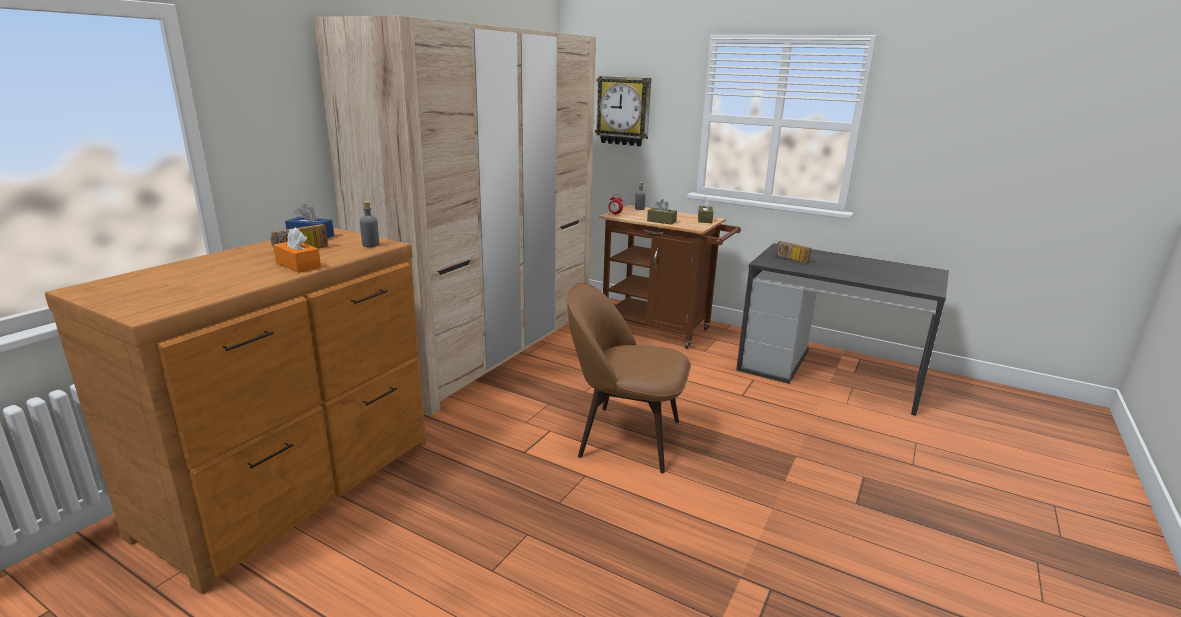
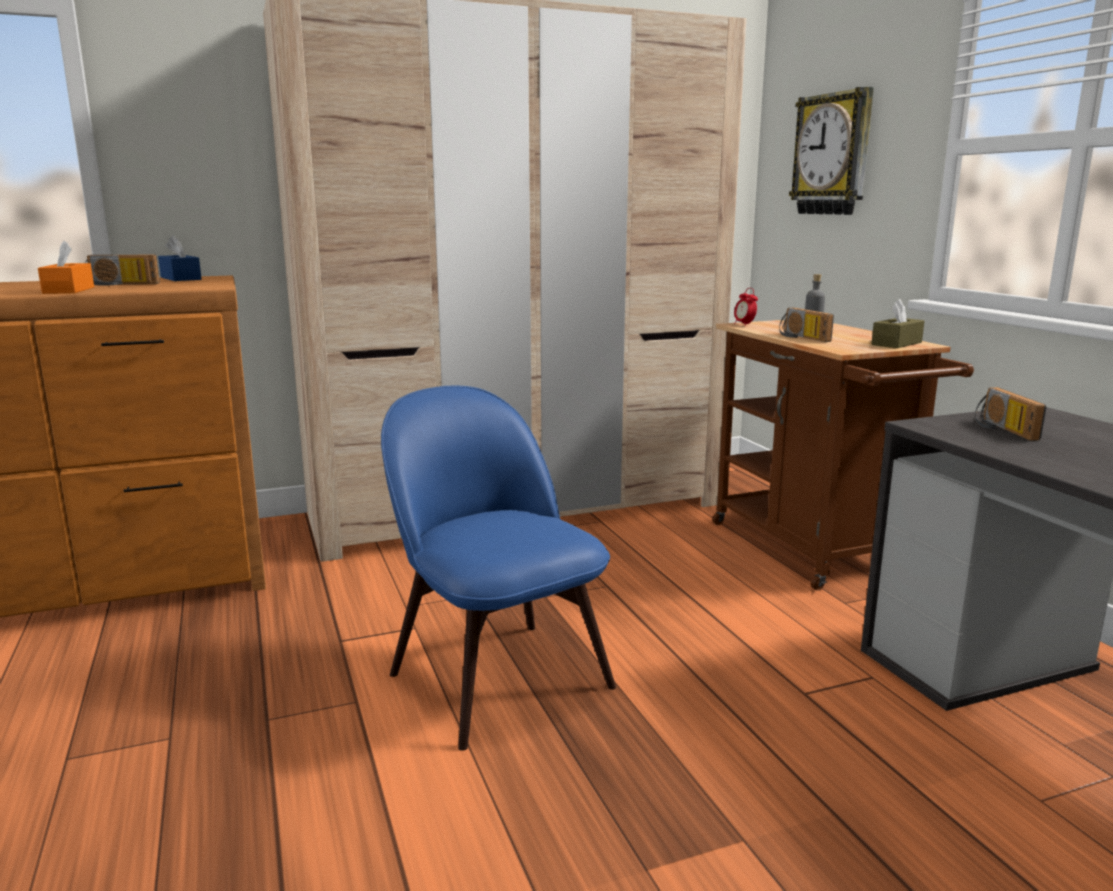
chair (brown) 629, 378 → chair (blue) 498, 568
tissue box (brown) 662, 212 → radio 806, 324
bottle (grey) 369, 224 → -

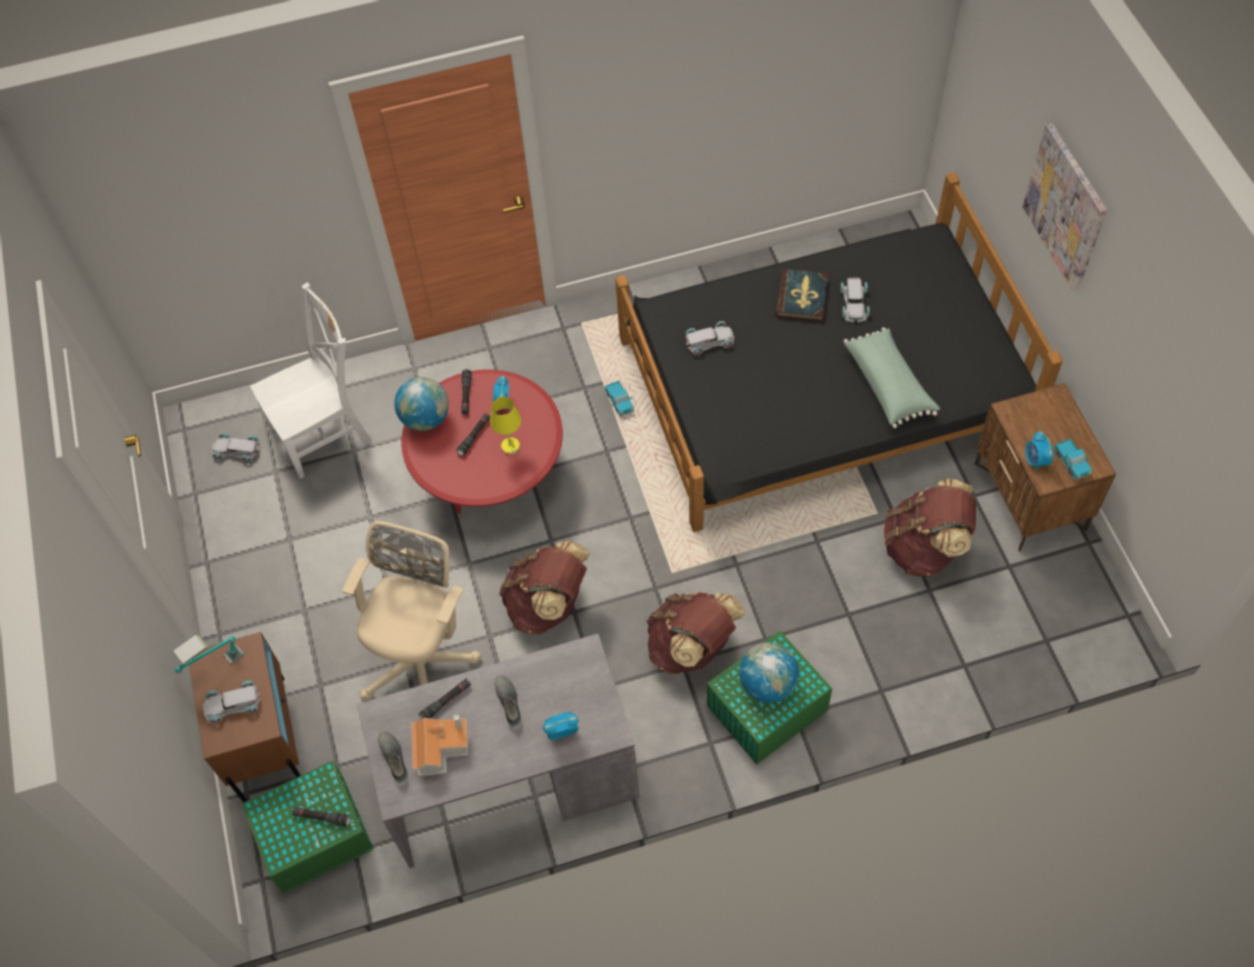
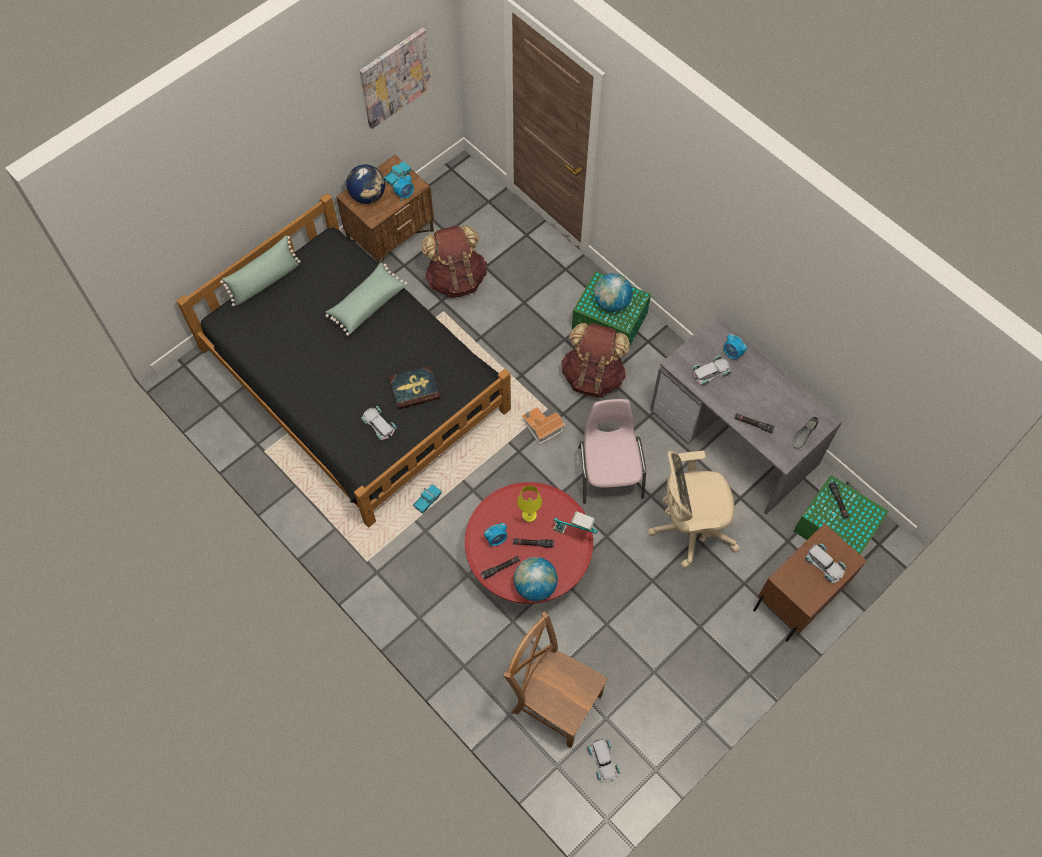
- → pillow (green) 260, 271
- → globe 365, 184
picture 1065, 207 → picture 395, 78, relocated
book 802, 295 → book 414, 388, relocated
chair (white) 311, 381 → chair (brown) 555, 679
toy house 439, 745 → toy house 543, 425, relocated
table lamp 208, 654 → table lamp 575, 522, relocated
backpack (brown) 544, 587 → chair (pink) 612, 451
toy car (white) 855, 300 → toy car (white) 711, 370, relocated
shoe (grey) 508, 701 → -

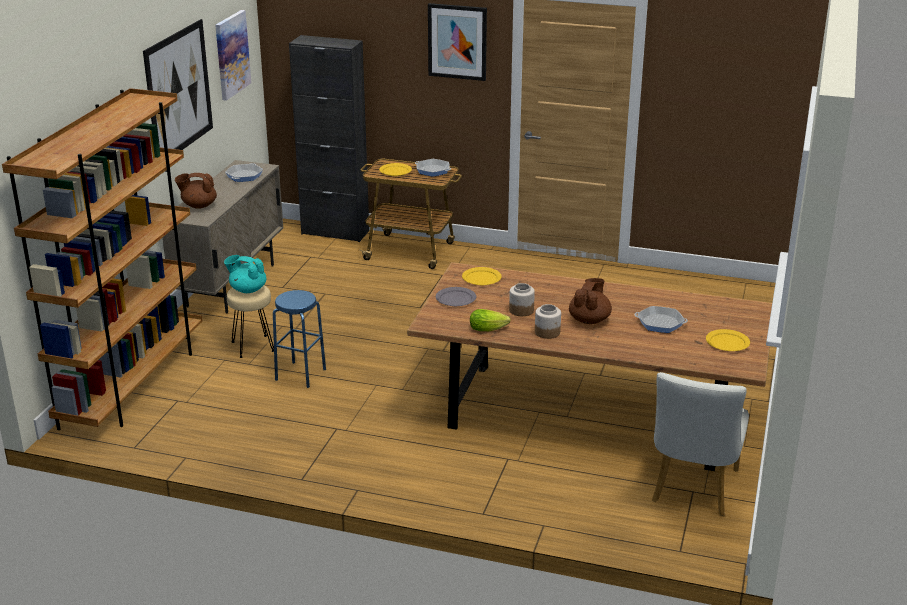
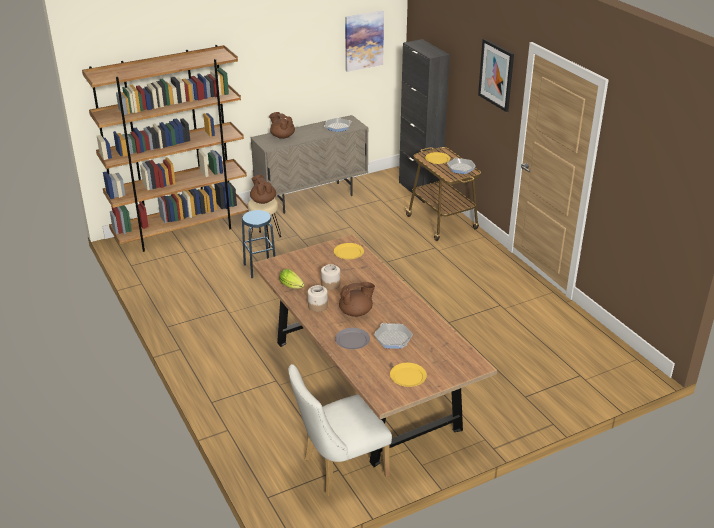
teapot (turquoise) 245, 274 → teapot (brown) 263, 189
plate (grey) 456, 296 → plate (grey) 352, 338, relocated
picture 178, 84 → -

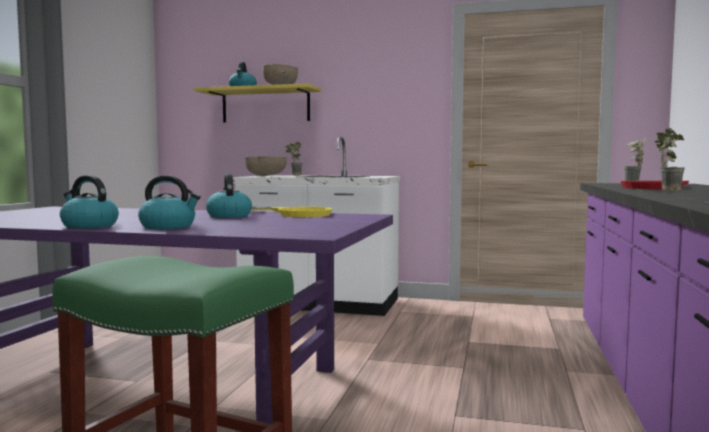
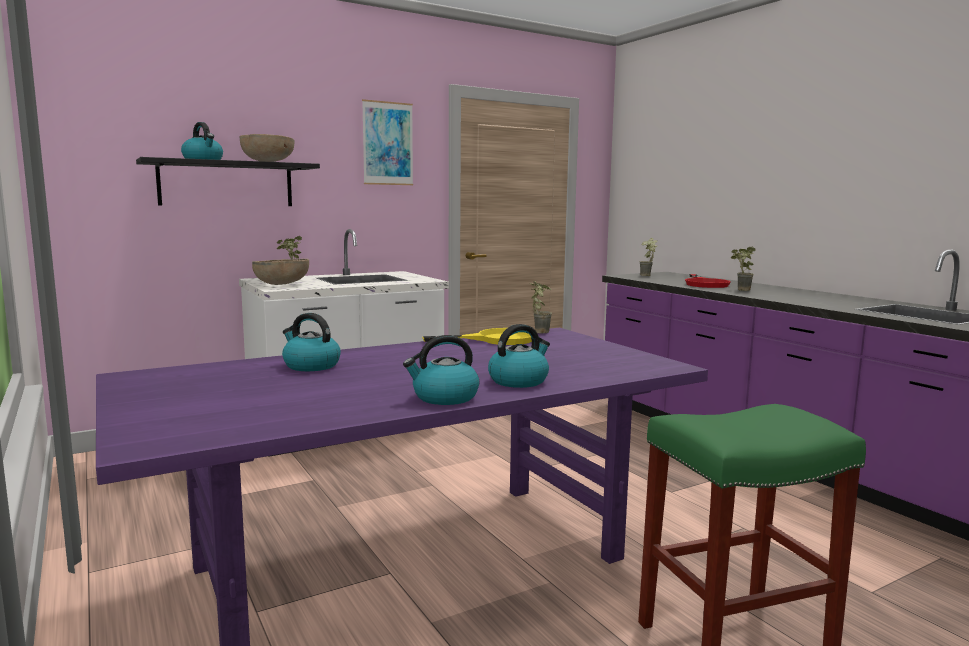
shelf (yellow) 257, 103 → shelf (black) 228, 181
kettle 229, 195 → kettle 311, 342, relocated
- → picture 387, 142
- → potted plant 541, 307

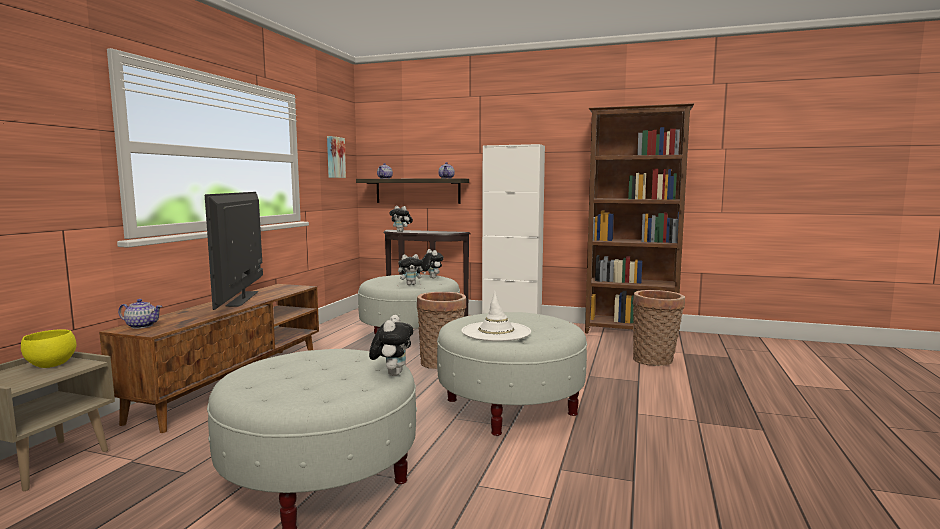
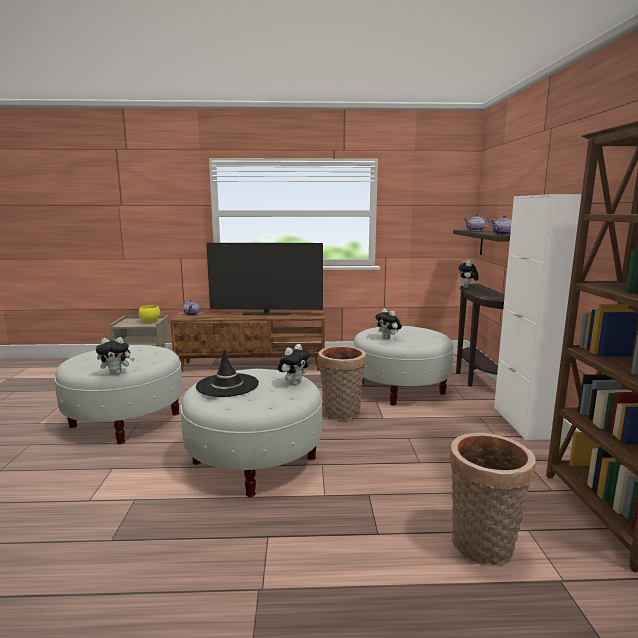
hat (white) 496, 316 → hat (black) 227, 373
television 234, 251 → television 264, 279, 150 degrees counterclockwise
plush toy 432, 263 → plush toy 294, 364, relocated
picture 336, 157 → -

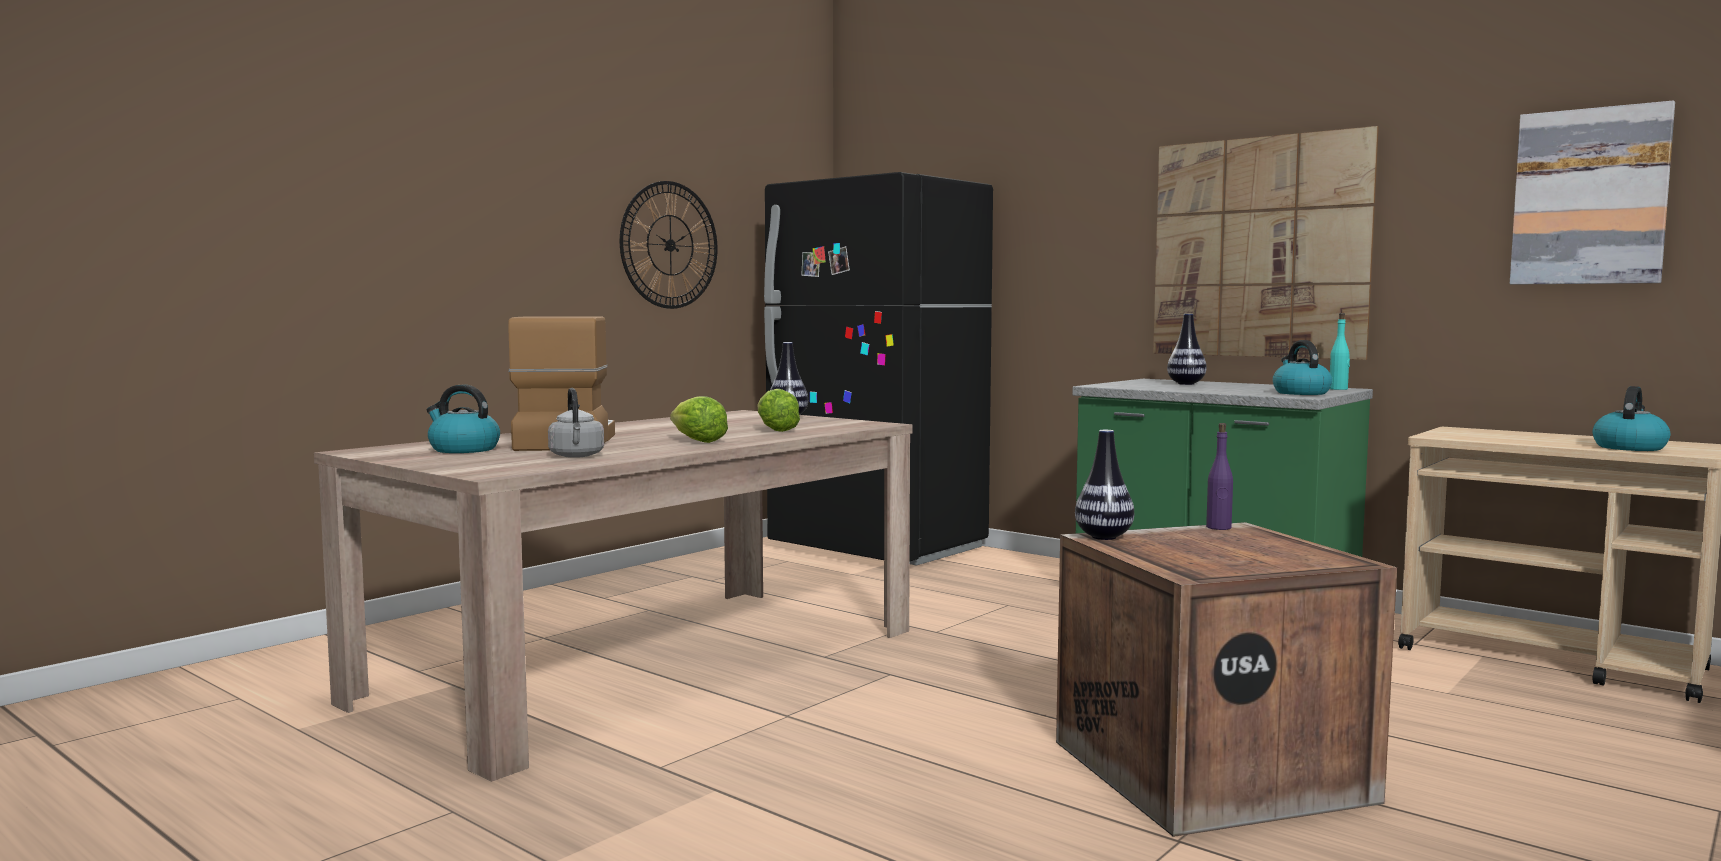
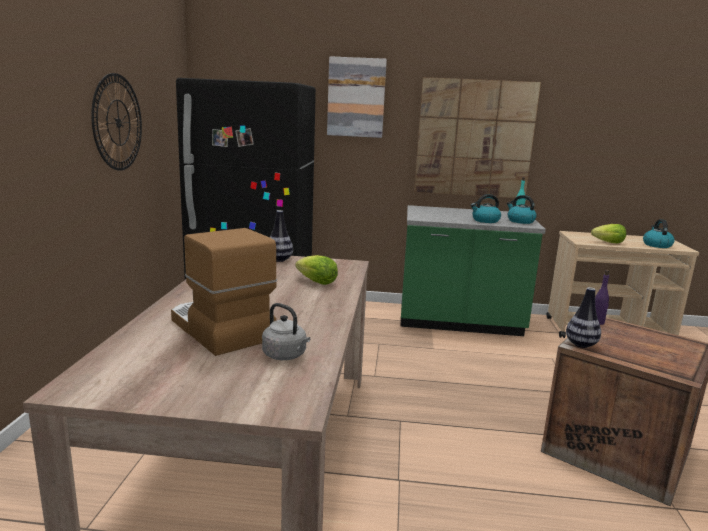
picture 1592, 193 → picture 357, 97, relocated
kettle 463, 418 → kettle 486, 208, relocated
lettuce 699, 419 → lettuce 608, 234, relocated
vase 1187, 349 → -

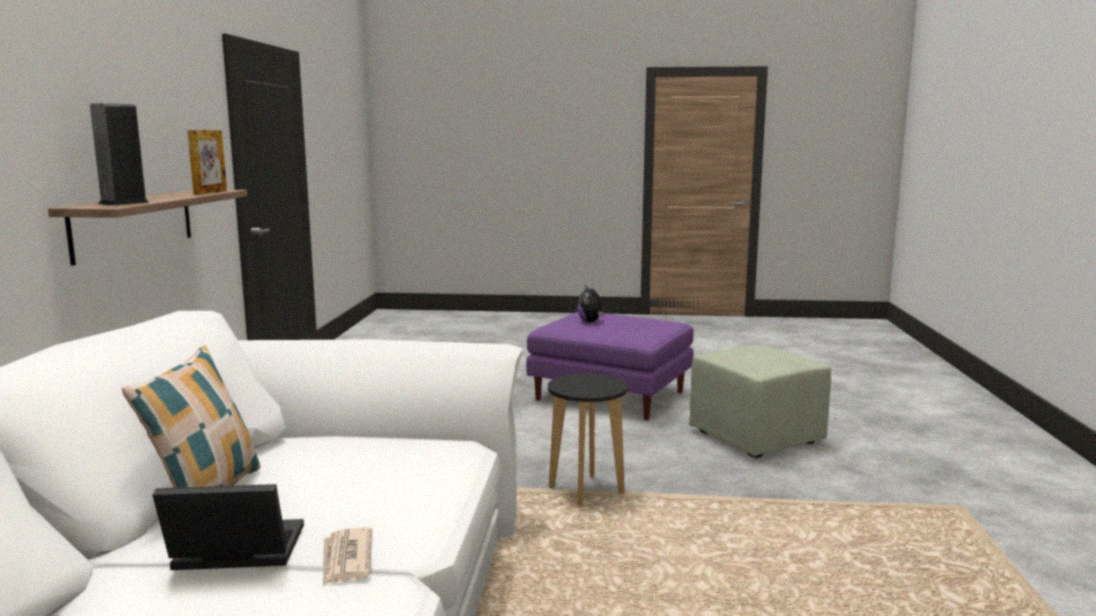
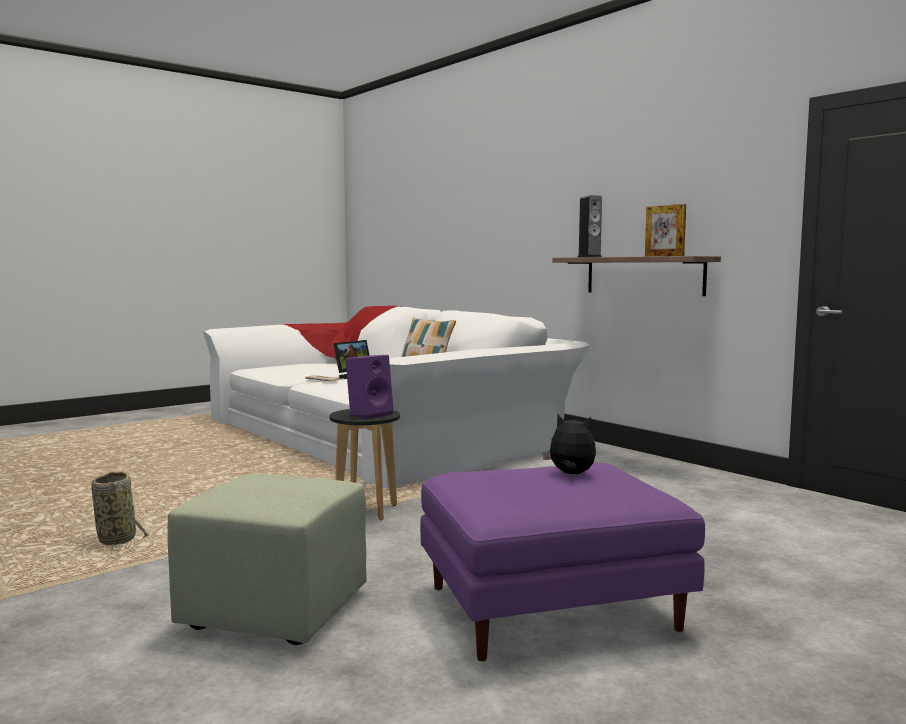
- → basket 120, 511
- → speaker (purple) 369, 387

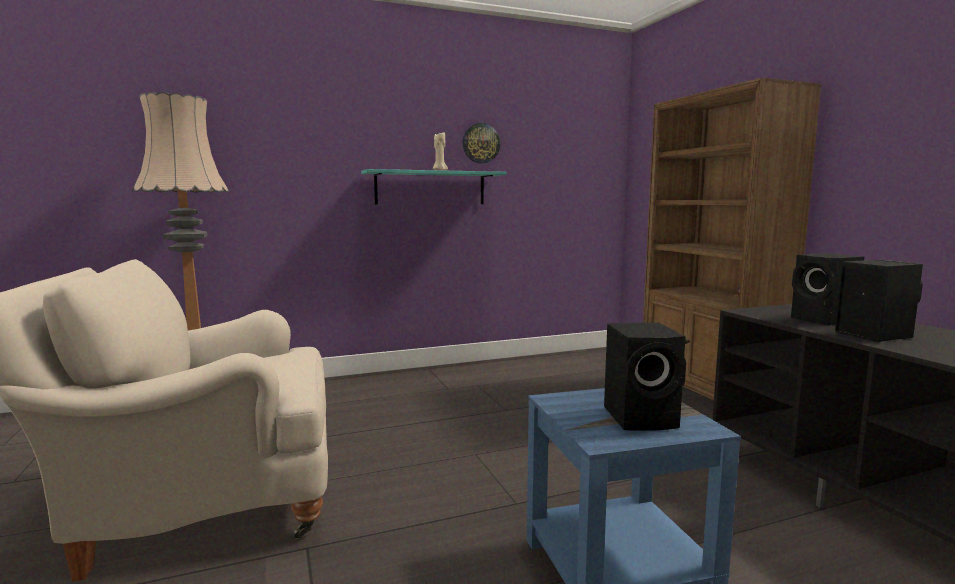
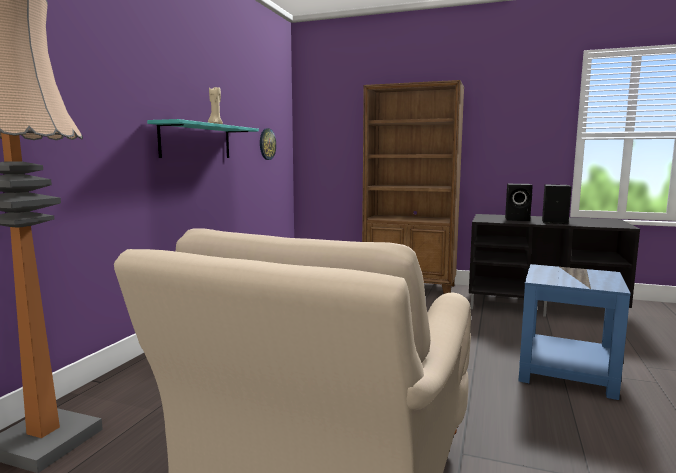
wall clock 481, 143 → wall clock 268, 144, relocated
speaker (black) 645, 376 → -

